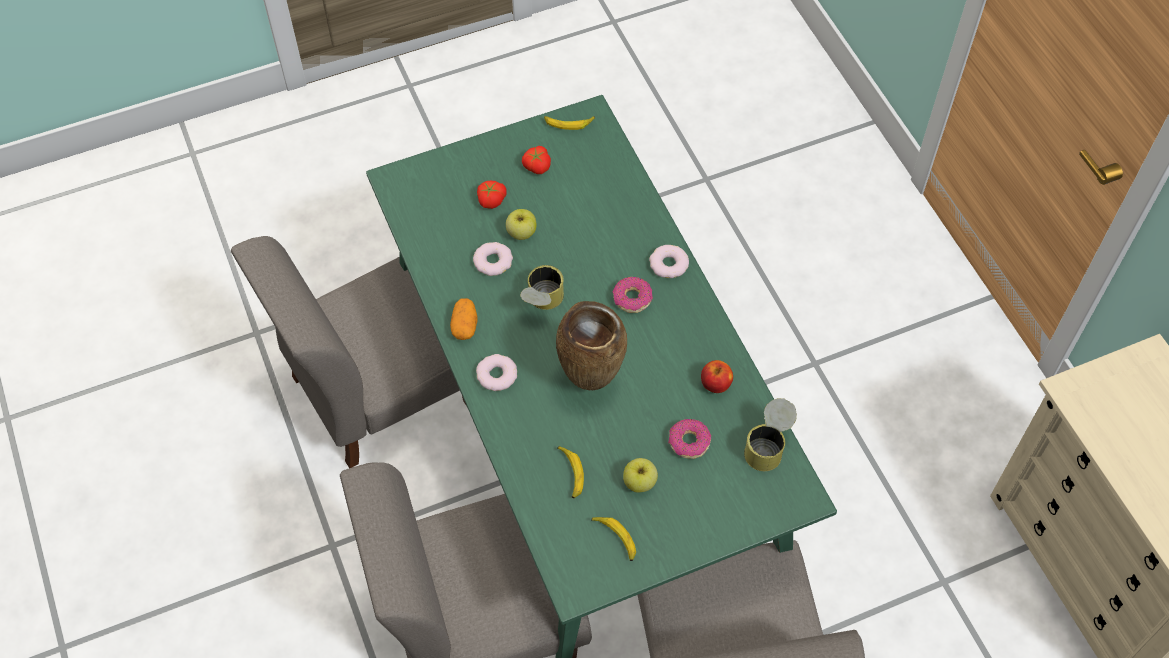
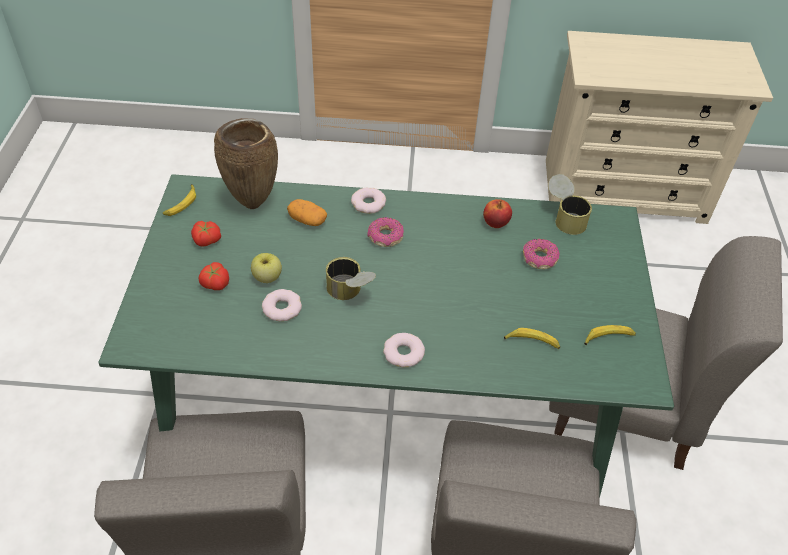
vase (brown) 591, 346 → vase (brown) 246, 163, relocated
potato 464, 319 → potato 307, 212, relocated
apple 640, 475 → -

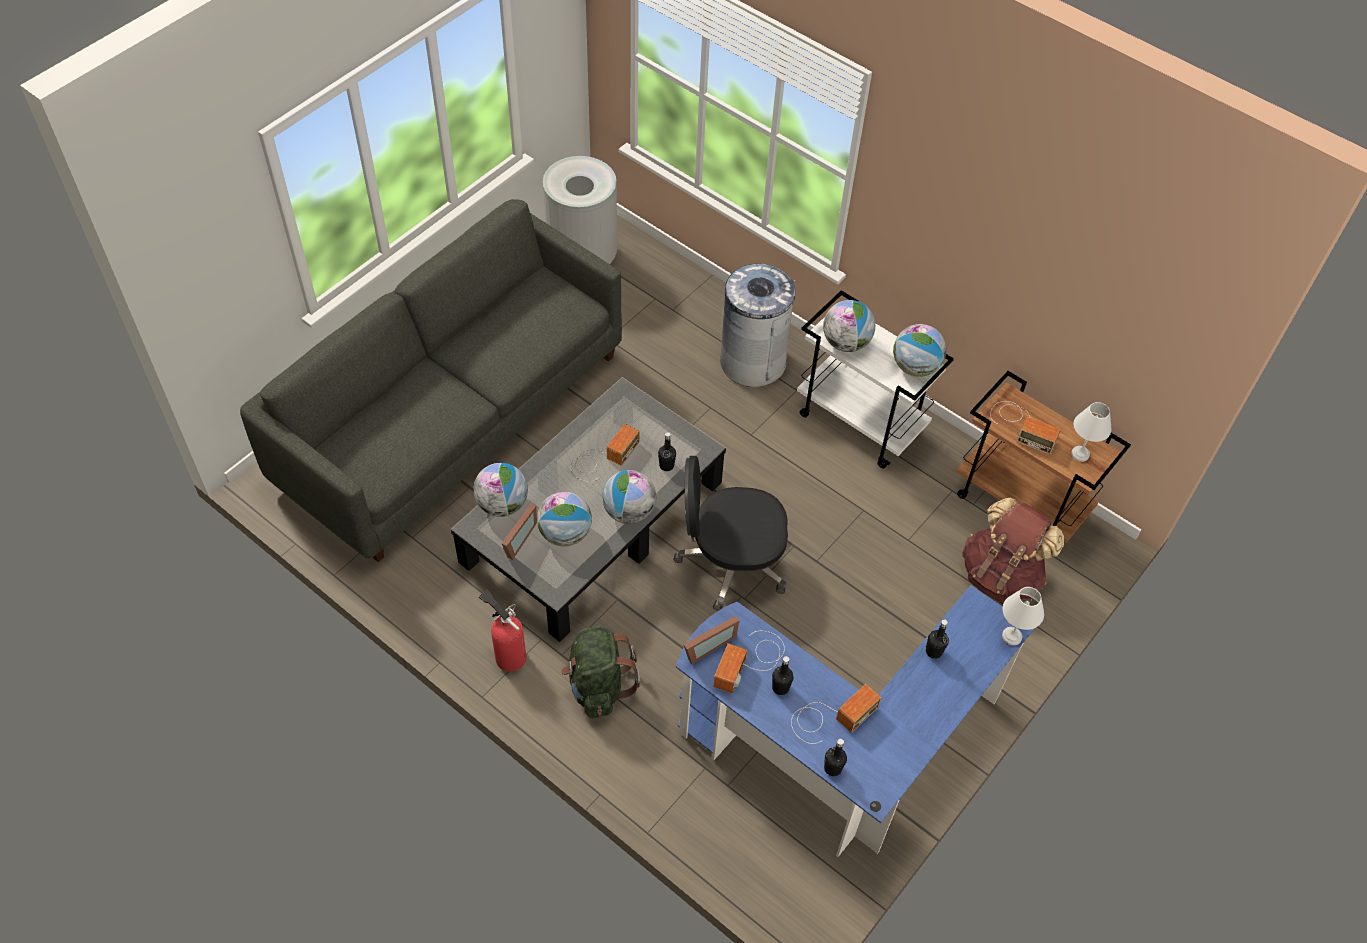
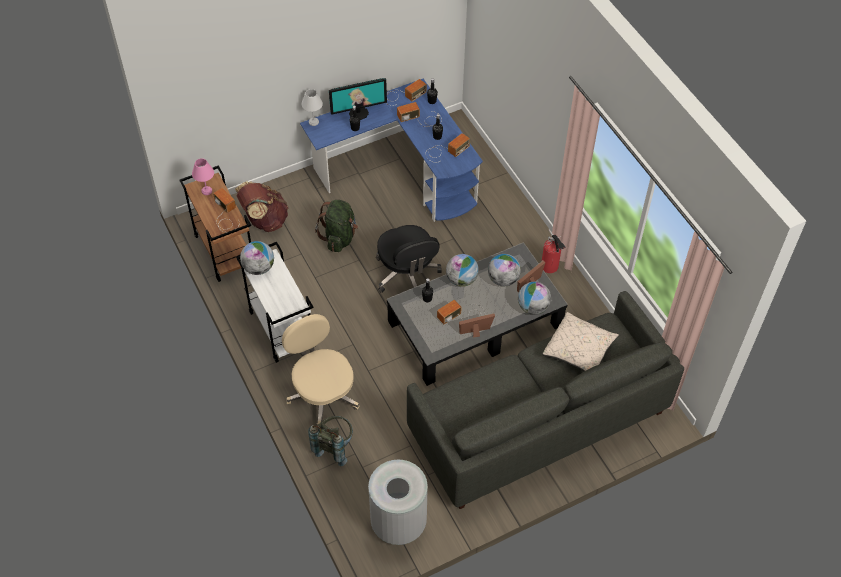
table lamp (white) 1091, 432 → table lamp (pink) 203, 176
trash can (grey) 758, 325 → office chair (beige) 321, 369
- → backpack (grey) 330, 441
backpack (green) 600, 672 → backpack (green) 336, 226, relocated
- → monitor 358, 99
office chair (black) 730, 533 → office chair (black) 409, 259, 45 degrees clockwise
- → radio 406, 92
picture frame 711, 640 → picture frame 477, 325, relocated
- → pillow (beige) 580, 341
globe 849, 326 → -

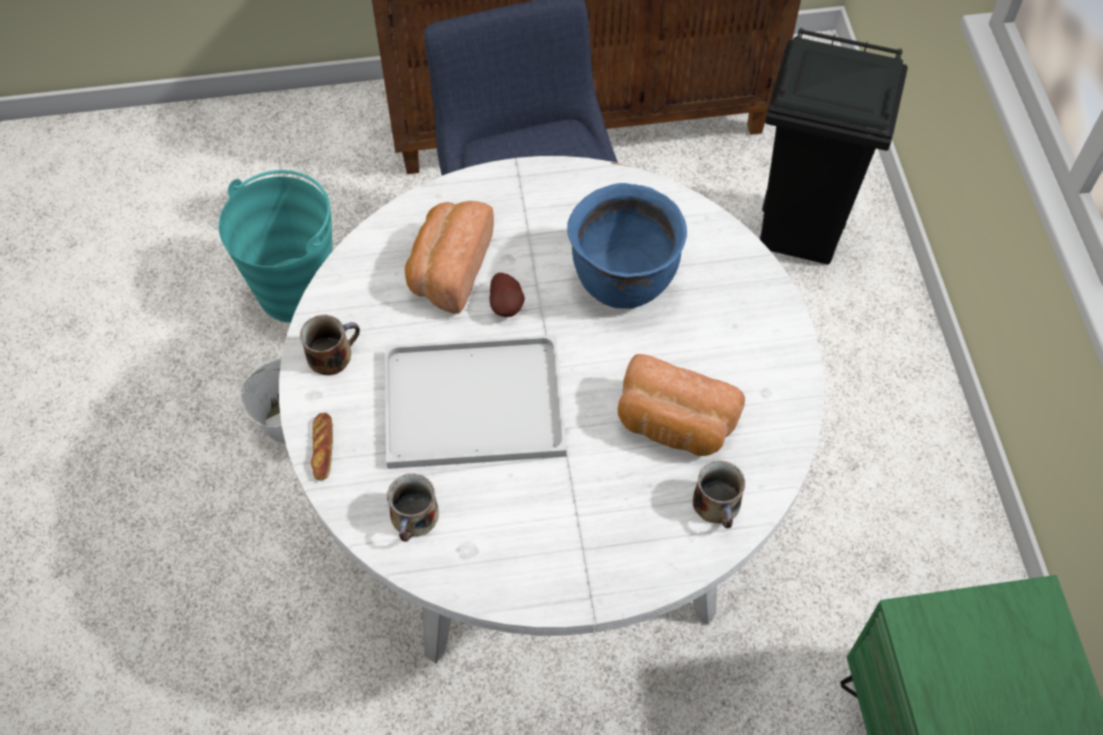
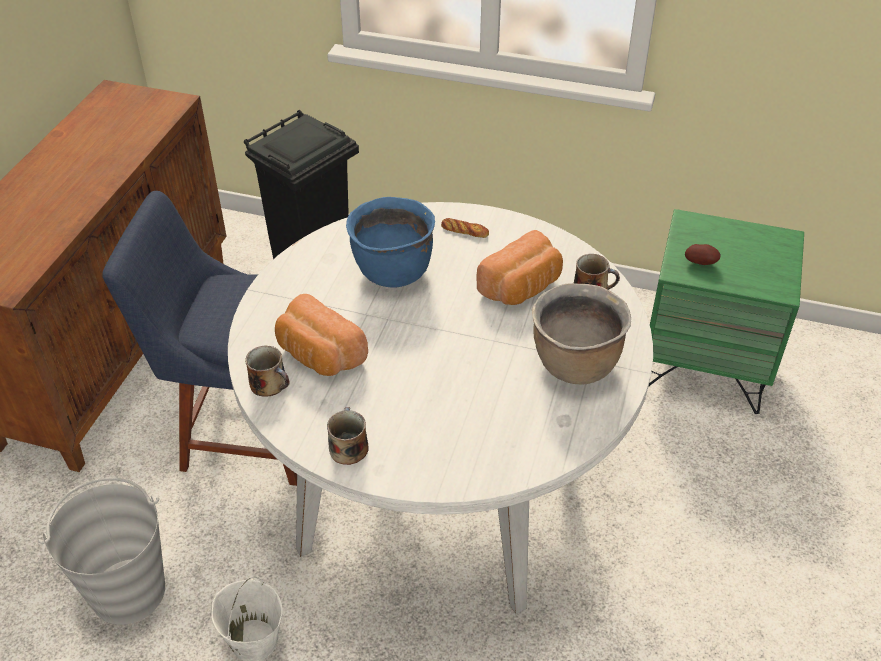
bucket (turquoise) 275, 246 → bucket (grey) 101, 551
mug 413, 508 → mug 267, 371, relocated
bread 322, 447 → bread 465, 228, relocated
- → cooking pot (brown) 581, 334
potato 507, 295 → potato 703, 254, relocated
tray (white) 476, 402 → -

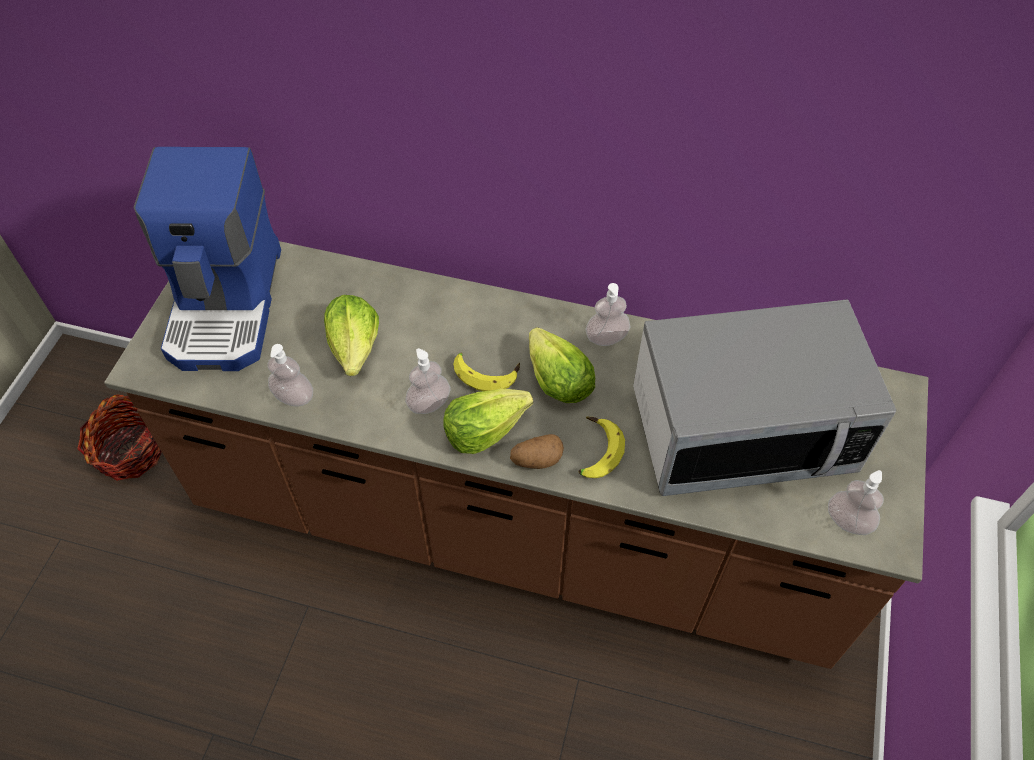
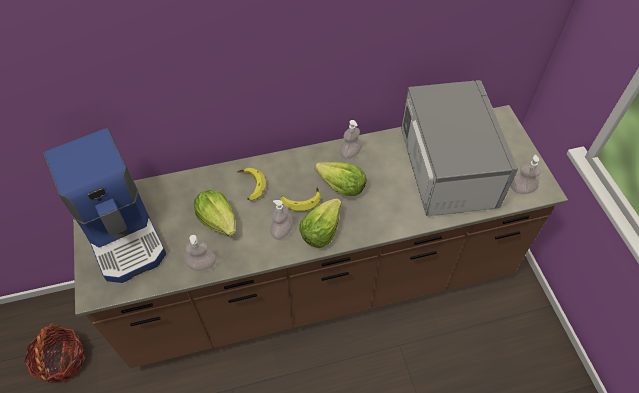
banana 601, 447 → banana 251, 184, relocated
microwave 764, 398 → microwave 459, 148, 60 degrees counterclockwise
potato 537, 451 → -

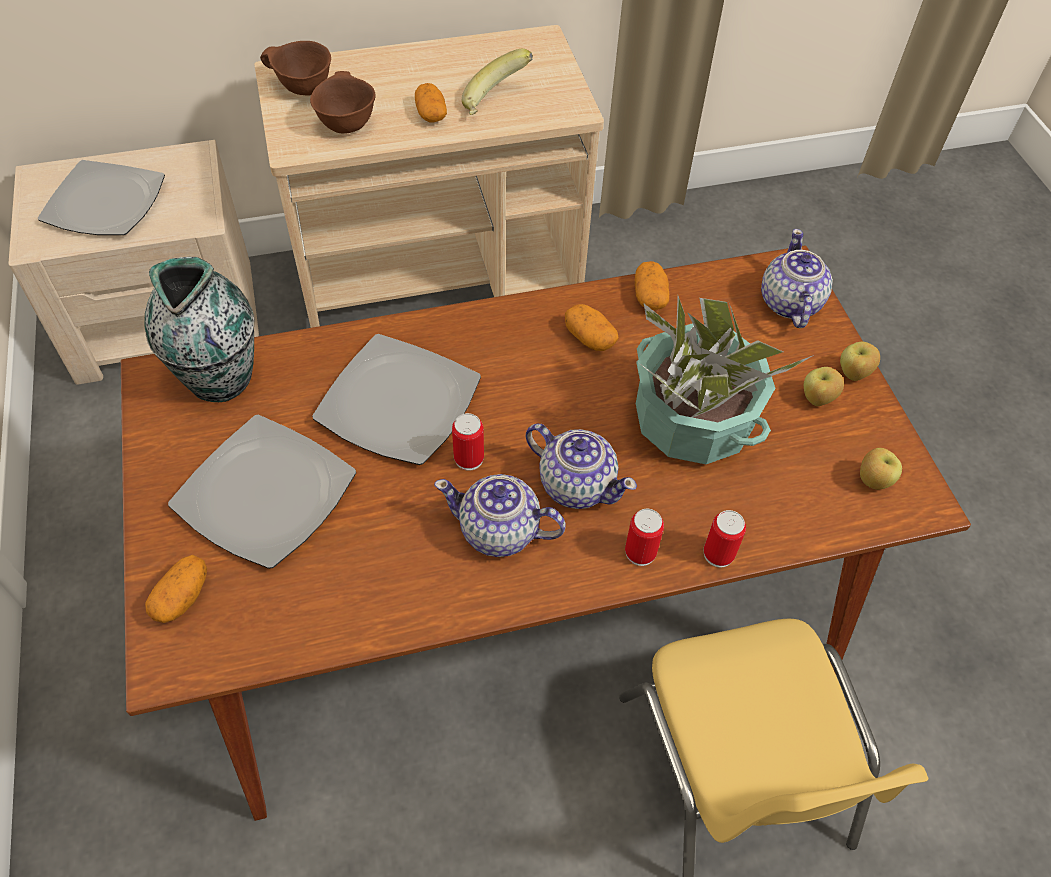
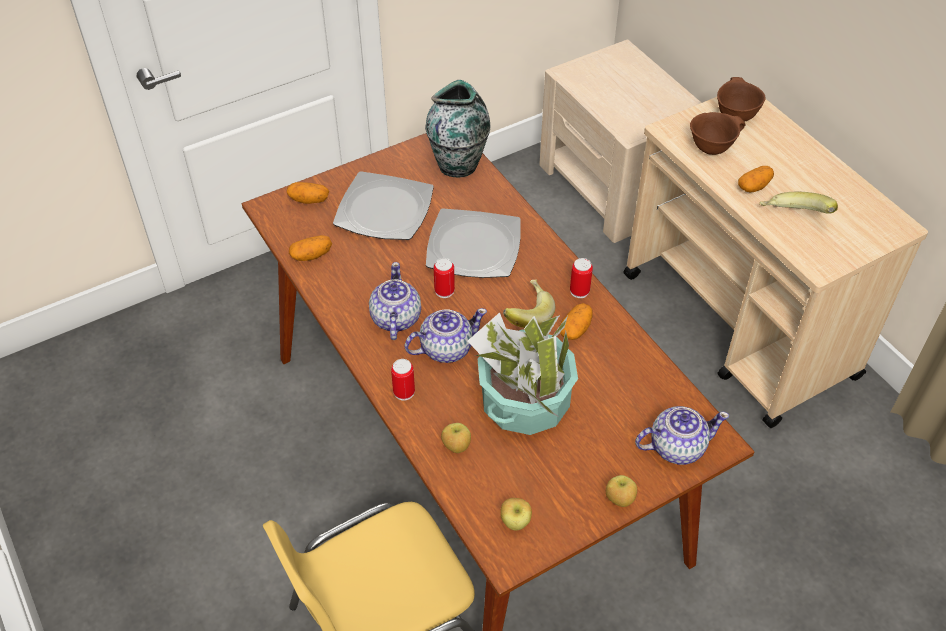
potato 652, 285 → potato 310, 248, relocated
teapot 581, 466 → teapot 445, 335, 135 degrees counterclockwise
apple 824, 386 → apple 456, 438, relocated
- → banana 529, 303
can 725, 538 → can 581, 278, relocated
plate 101, 197 → -

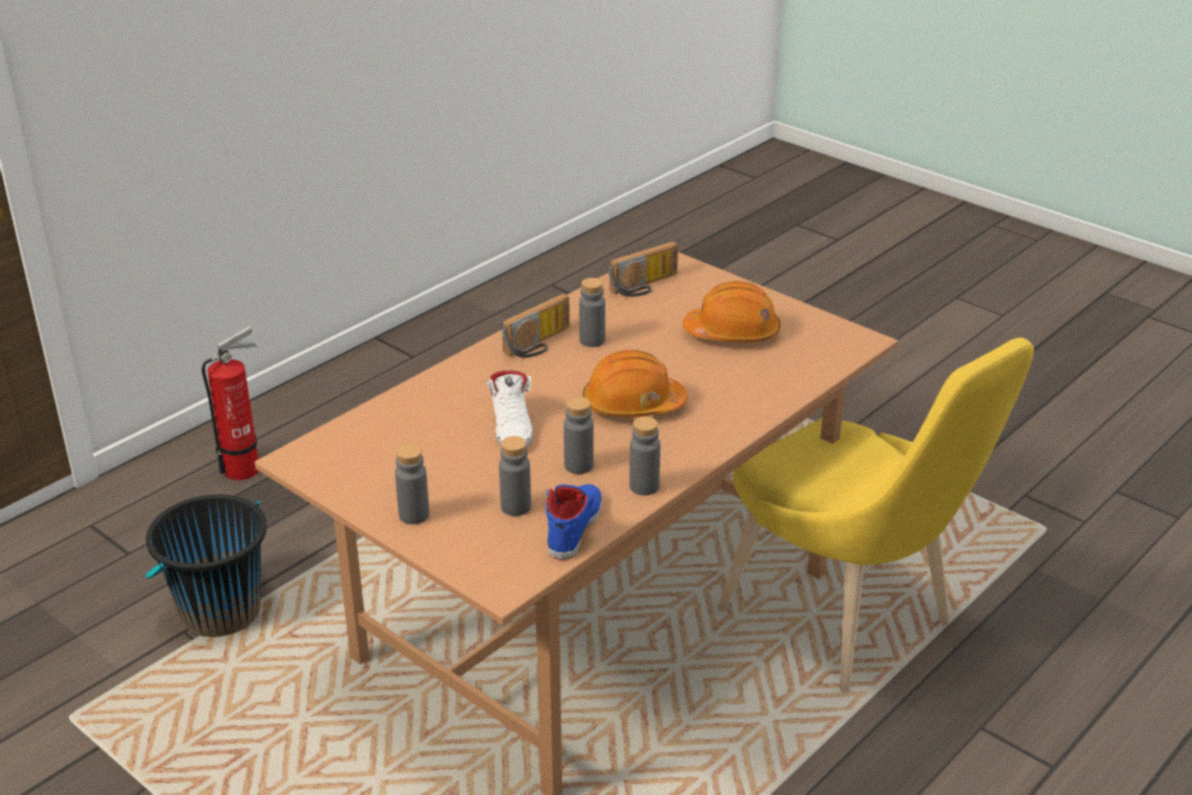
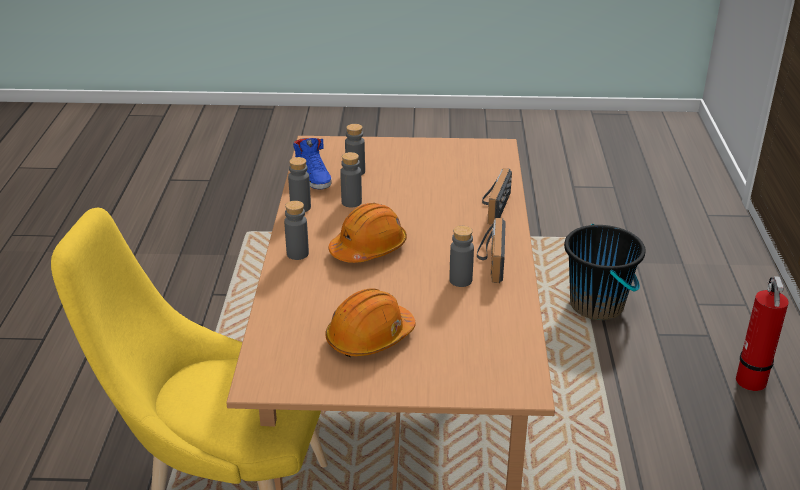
bottle (grey) 412, 484 → bottle (grey) 296, 230, relocated
radio 643, 269 → radio 497, 196, relocated
shoe (white) 510, 409 → -

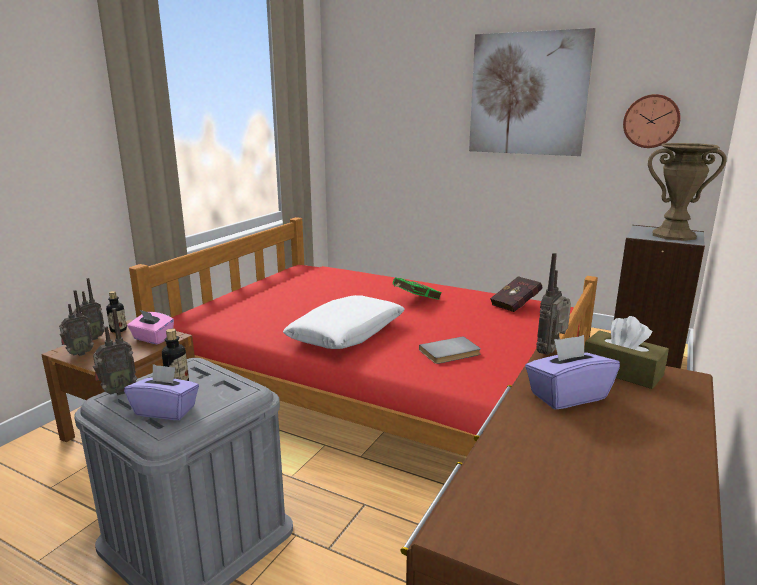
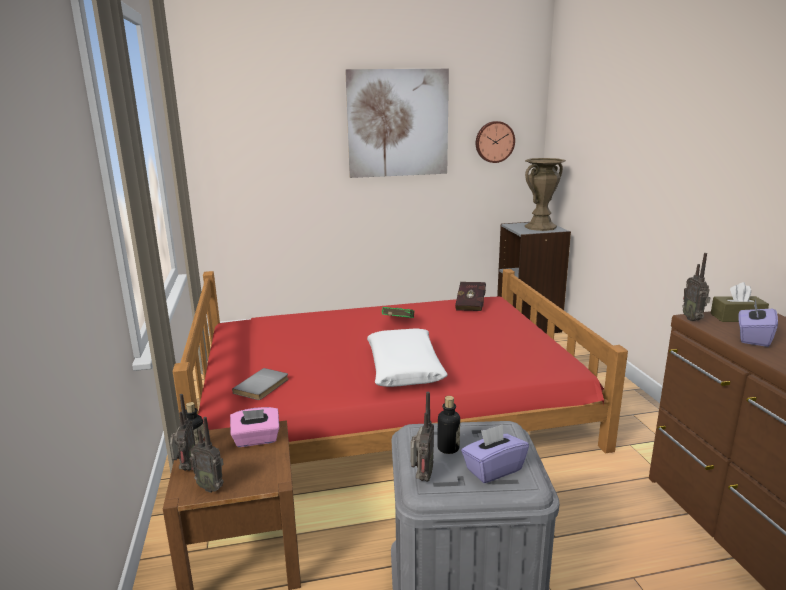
radio 76, 323 → radio 207, 455, 105 degrees clockwise
book (grey) 450, 350 → book (grey) 260, 384, relocated

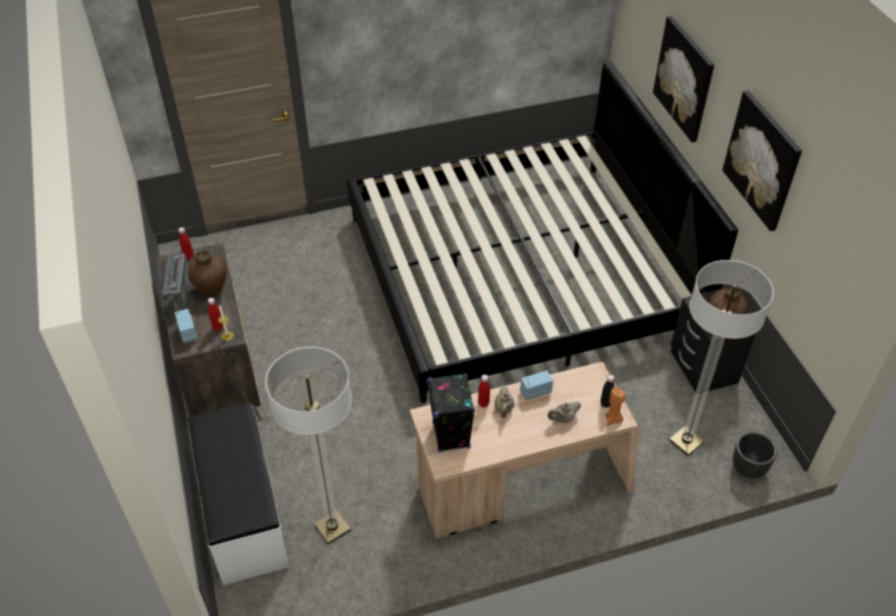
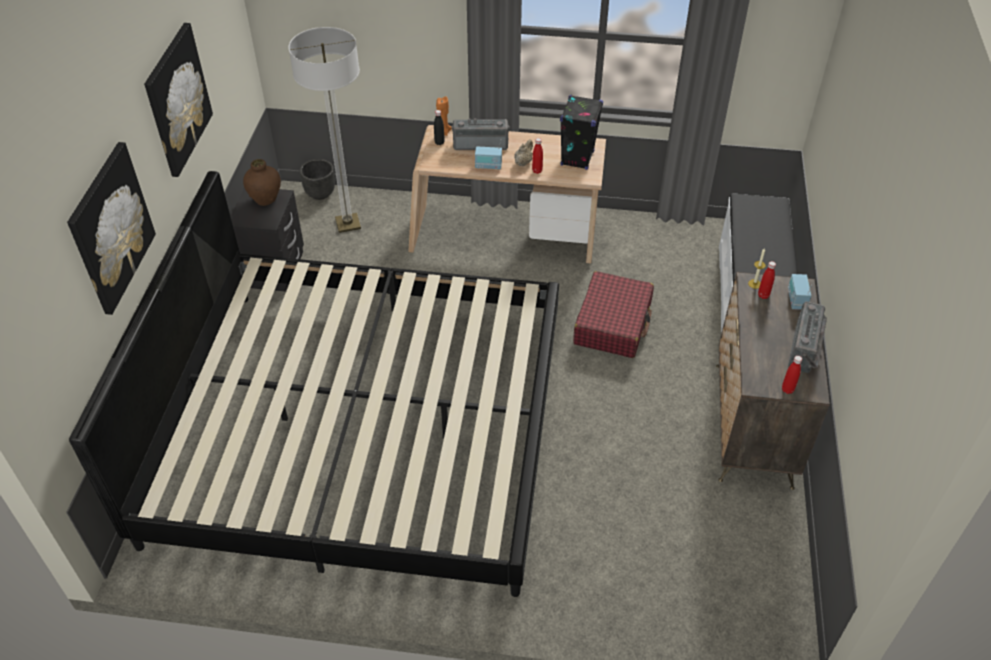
teapot (beige) 564, 412 → radio 480, 134
- → suitcase (red) 613, 314
vase (brown) 207, 273 → -
floor lamp 308, 445 → -

